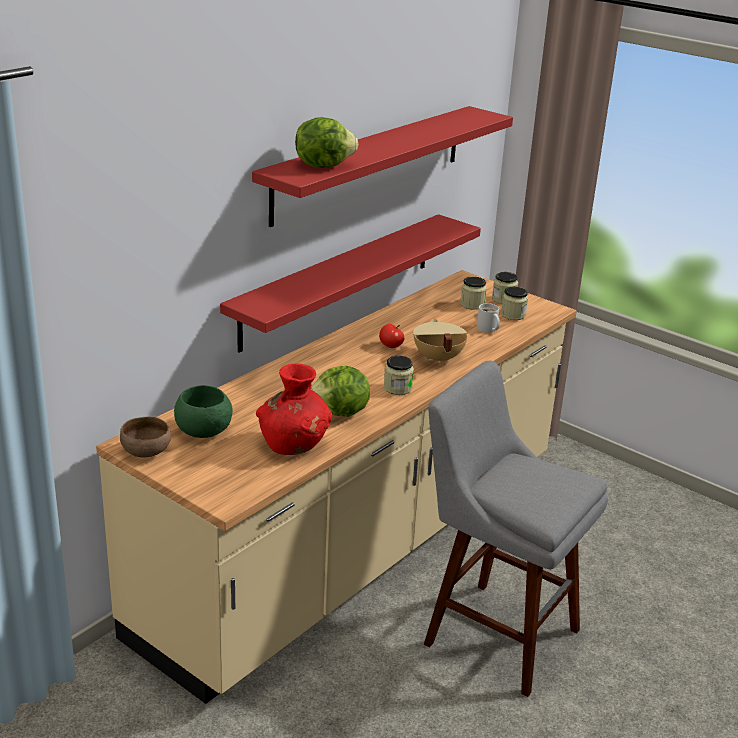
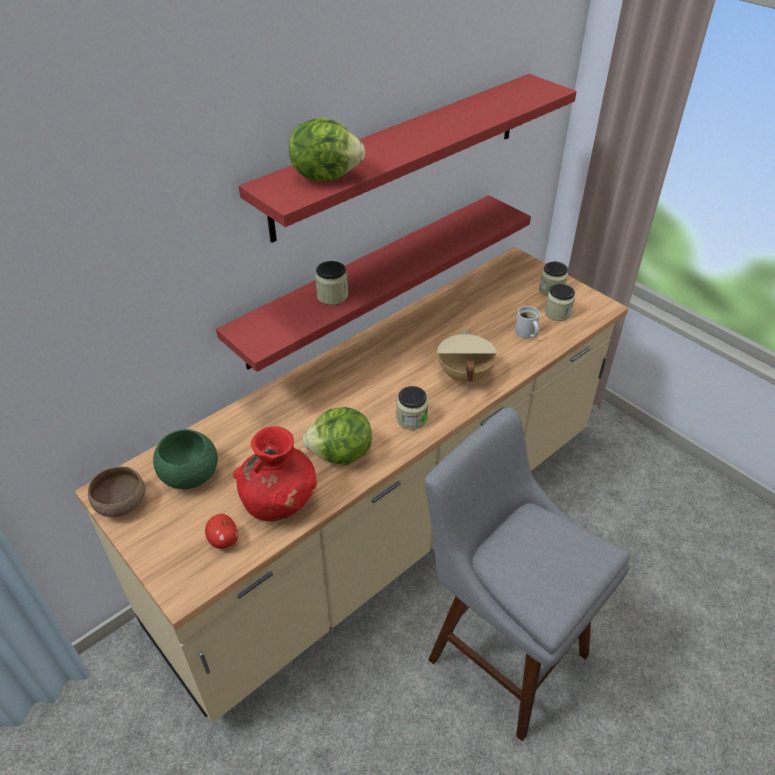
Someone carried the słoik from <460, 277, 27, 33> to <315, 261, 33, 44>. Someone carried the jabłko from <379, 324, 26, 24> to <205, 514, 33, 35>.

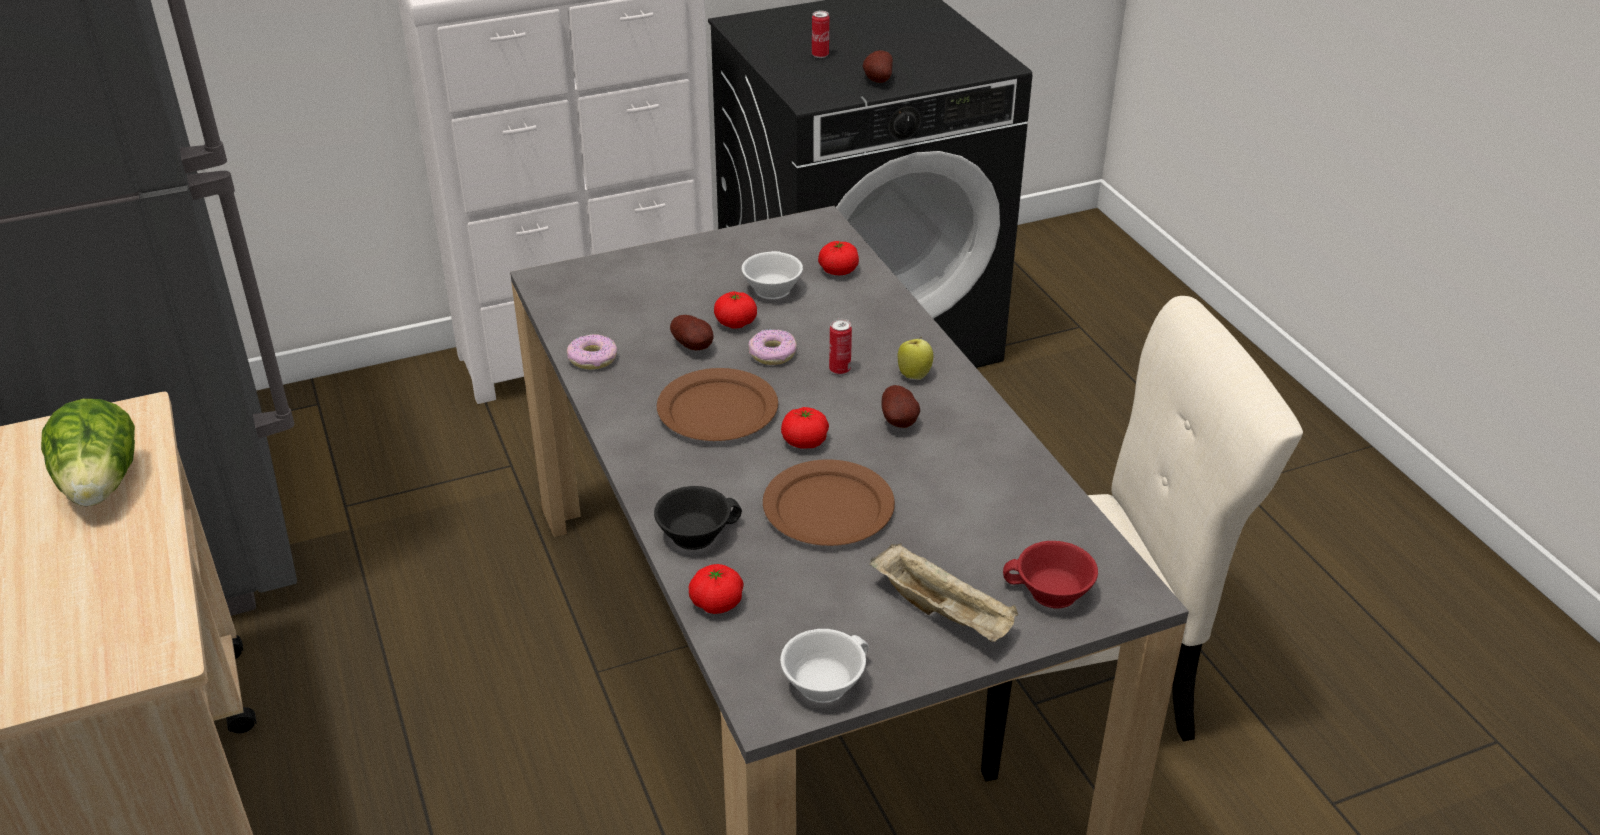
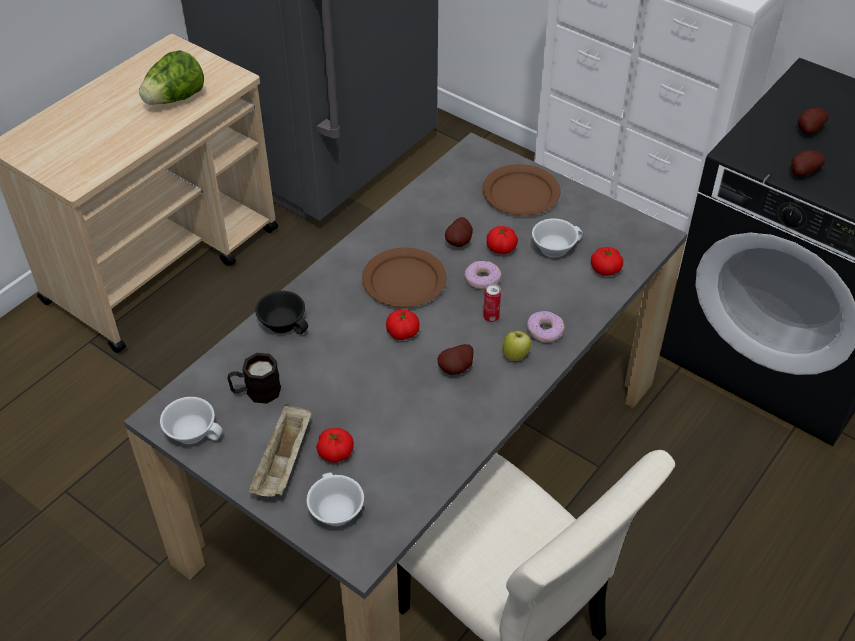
Someone swapped the puszka at <812, 11, 17, 47> for the ziemniak at <798, 107, 31, 28>. Someone carried the donut from <567, 334, 50, 35> to <527, 311, 37, 32>. Someone carried the talerz (brązowy) from <763, 459, 132, 87> to <482, 164, 79, 52>. Someone repainted the filiżanka (czerwony) at <1003, 541, 95, 67>, which became the filiżanka (biały) at <307, 472, 57, 54>. Someone carried the pomidor from <689, 564, 55, 50> to <316, 428, 38, 35>. Someone put down the kubek (czarny) at <227, 353, 54, 51>.

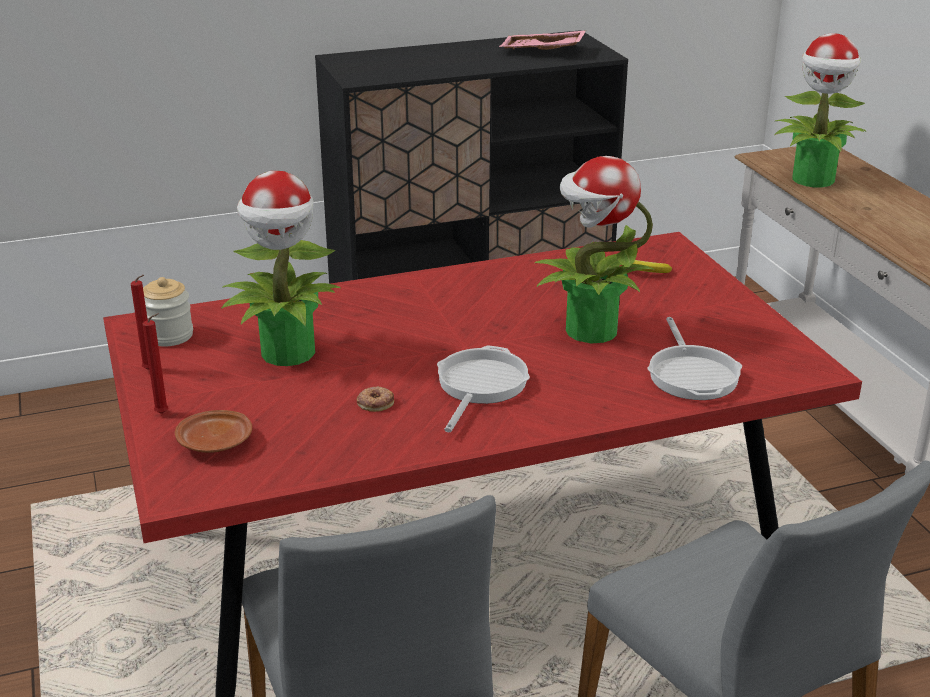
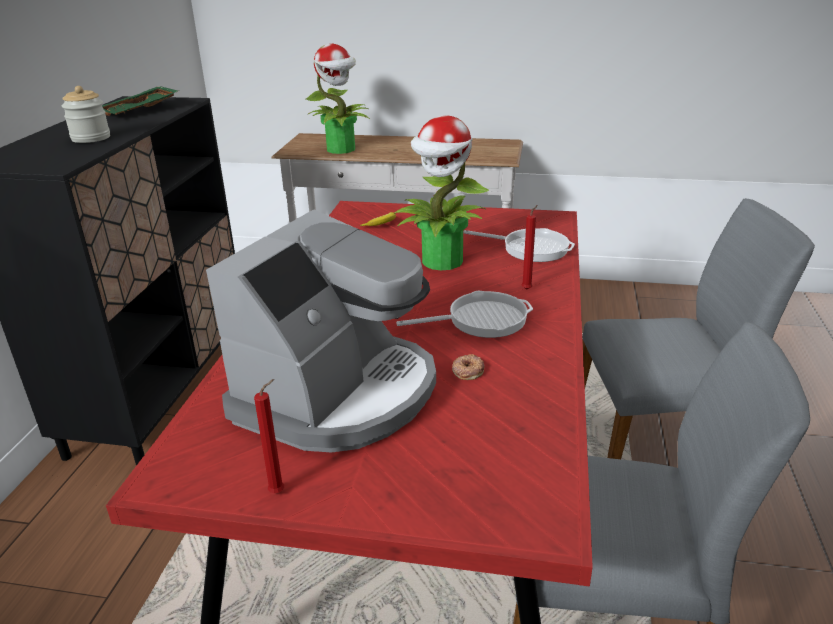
Someone repainted the taca (różowy) at <499, 30, 87, 20>, which became the taca (zielony) at <102, 86, 76, 30>. Someone swapped the roślina doniczkowa at <221, 171, 120, 195> for the ekspres do kawy at <206, 209, 230, 244>. Someone carried the słoik from <143, 277, 50, 70> to <62, 86, 48, 57>. Someone carried the świeca (czerwony) from <143, 313, 26, 101> to <522, 205, 16, 85>. Someone rotated the patelnia at <437, 345, 93, 87> by 120 degrees clockwise. Someone took away the talerz (brązowy) at <175, 410, 77, 43>.

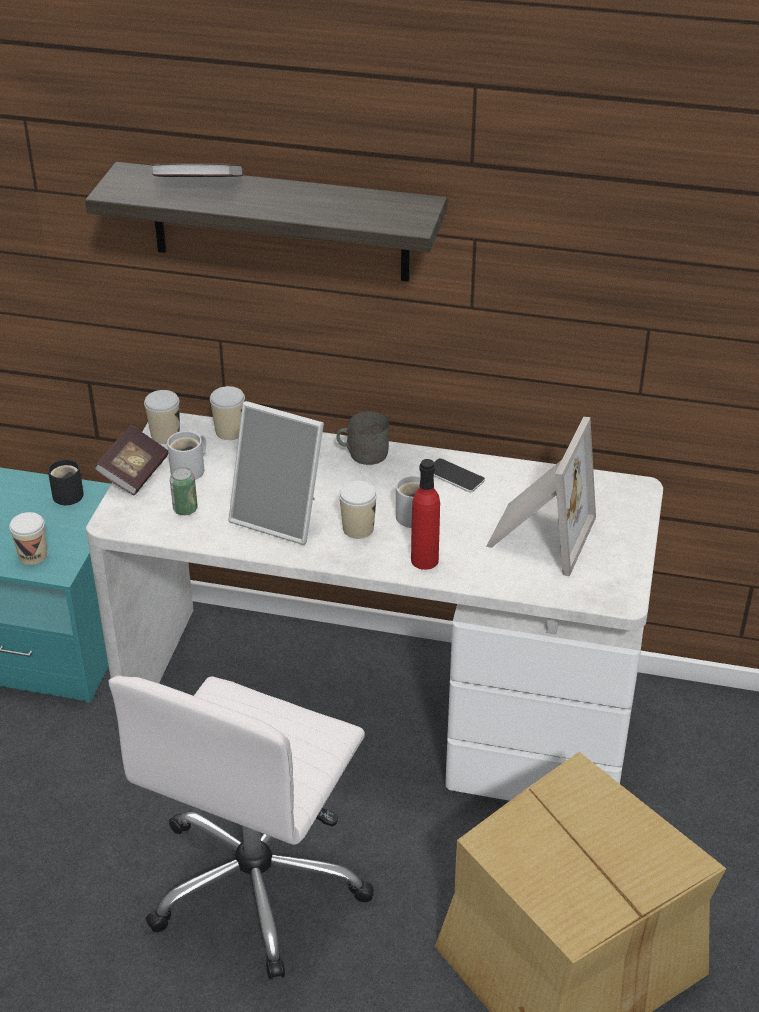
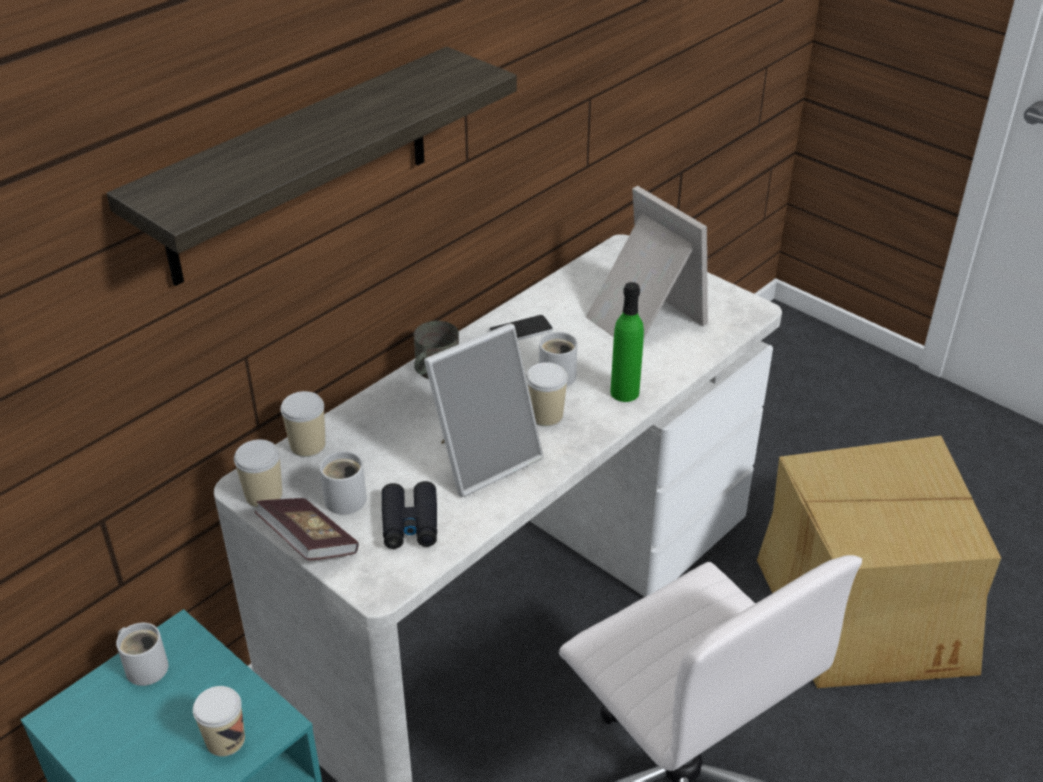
Someone took away the książka at <151, 163, 92, 14>. Someone repainted the kubek (czarny) at <48, 459, 36, 46>, which became the kubek (biały) at <116, 623, 53, 63>. Someone repainted the butelka (czerwony) at <411, 459, 29, 111>, which became the butelka (zielony) at <610, 282, 34, 120>. Someone swapped the puszka at <170, 467, 28, 48> for the lornetka (czarny) at <382, 481, 55, 68>.

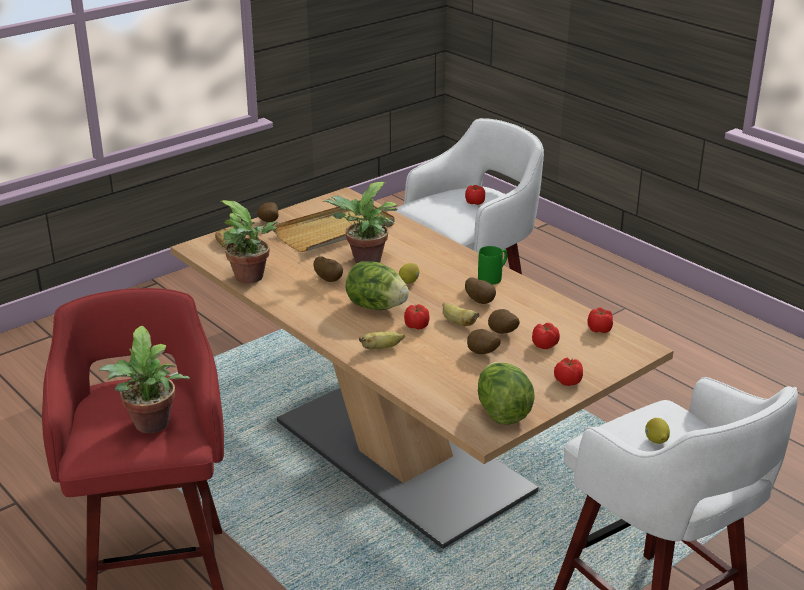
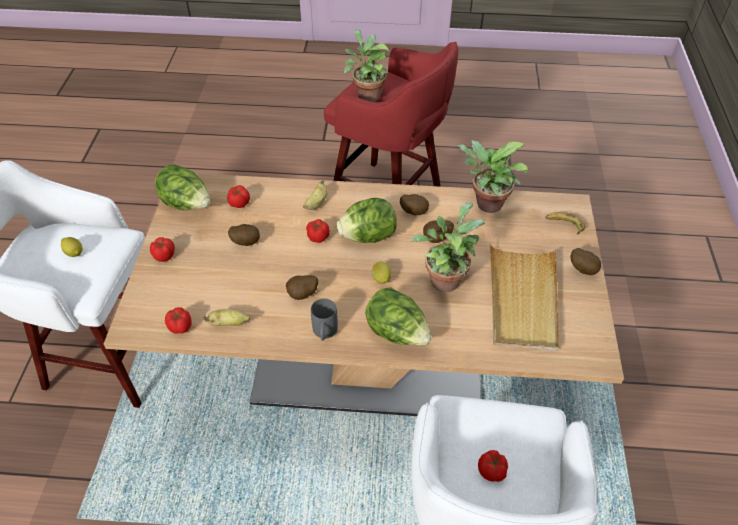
Someone repainted the kubek (zielony) at <478, 246, 29, 39>, which became the kubek (szary) at <311, 298, 27, 43>. Someone carried the banan from <443, 302, 36, 24> to <204, 309, 46, 17>. Someone carried the ziemniak from <488, 309, 32, 25> to <400, 194, 29, 22>. Someone carried the pomidor from <532, 323, 28, 26> to <227, 185, 23, 23>. Someone put down the sałata at <365, 287, 67, 59>.

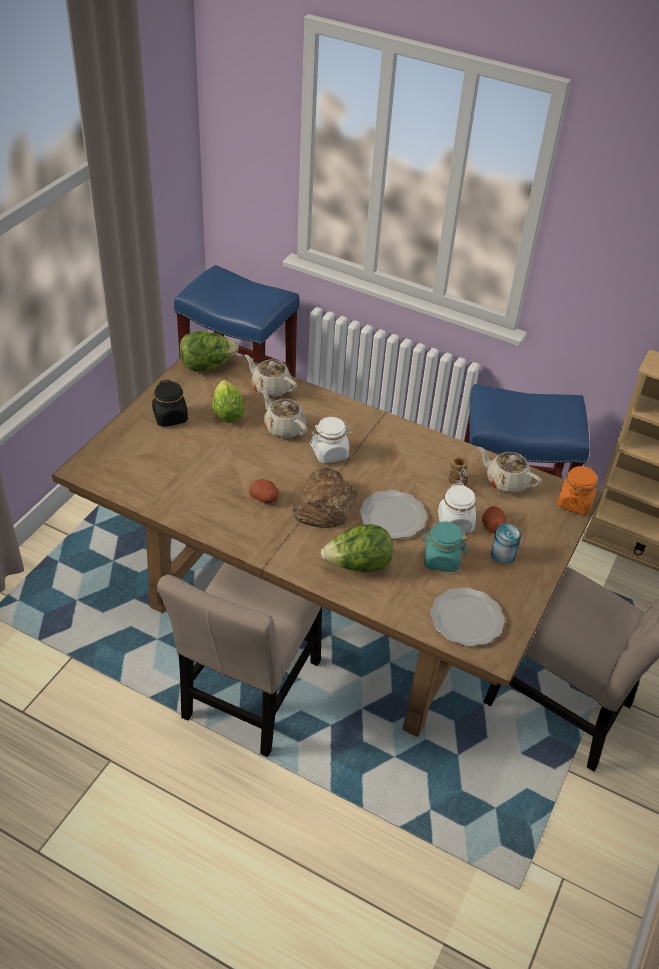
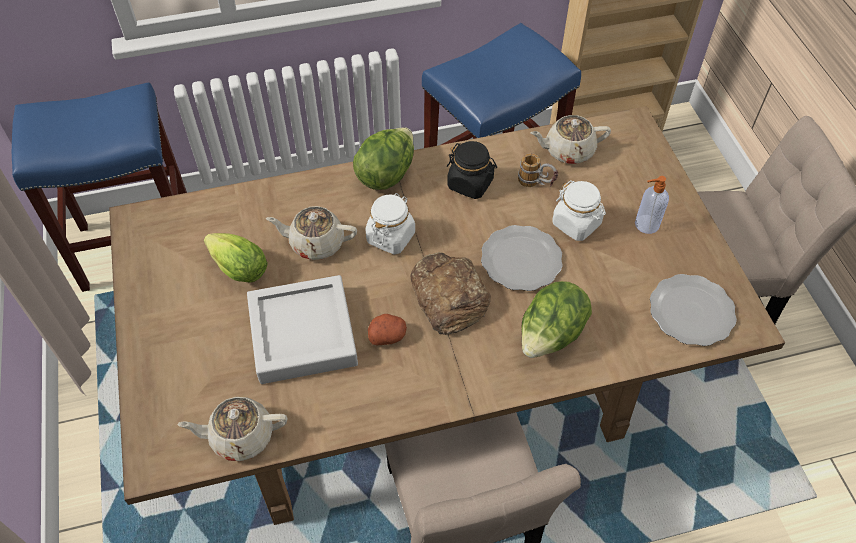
Someone carried the sałata from <180, 331, 59, 41> to <353, 127, 61, 63>. Someone carried the imbryk (beżowy) from <245, 355, 52, 42> to <177, 397, 110, 64>. Someone carried the słoik (czarny) from <152, 380, 36, 47> to <447, 141, 50, 58>. Someone took away the słoik (pomarańczowy) at <557, 465, 40, 50>. Someone took away the ziemniak at <482, 506, 25, 27>. Someone took away the słoik (turkusowy) at <422, 522, 46, 50>. Someone swapped the puszka at <491, 524, 30, 40> for the dozownik mydła at <635, 176, 34, 58>. Someone put down the taca (szary) at <247, 275, 111, 109>.

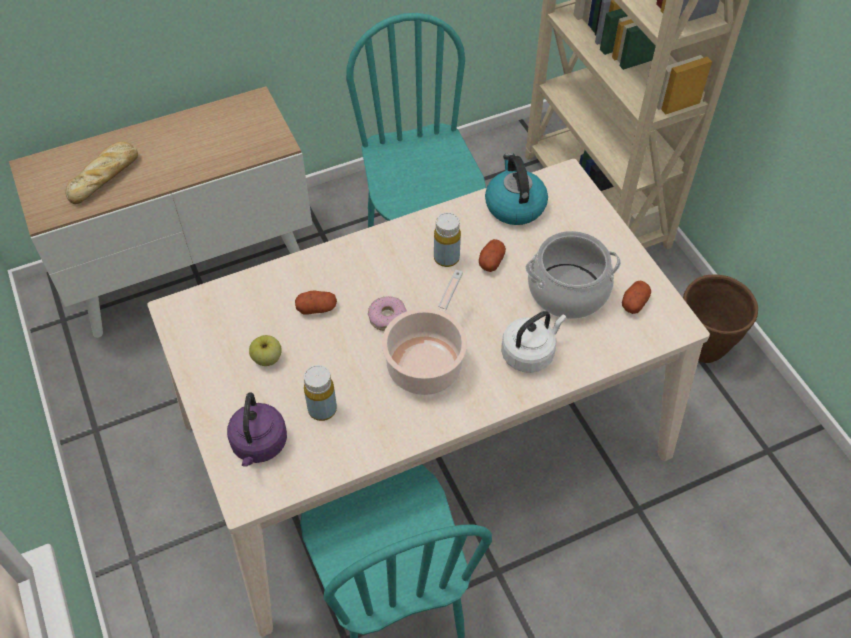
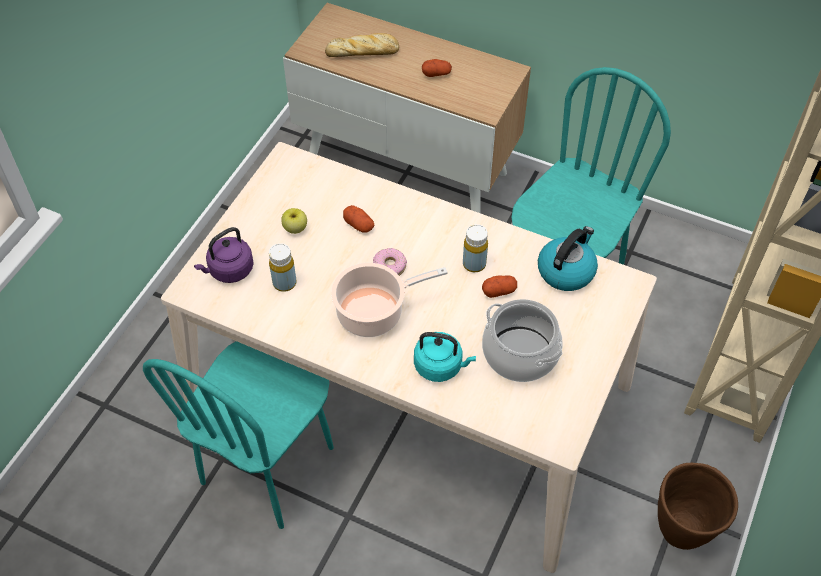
Someone carried the ziemniak from <622, 280, 29, 34> to <422, 59, 30, 18>. Someone repainted the czajnik (biały) at <501, 311, 65, 62>, which became the czajnik (turkusowy) at <414, 332, 62, 50>.

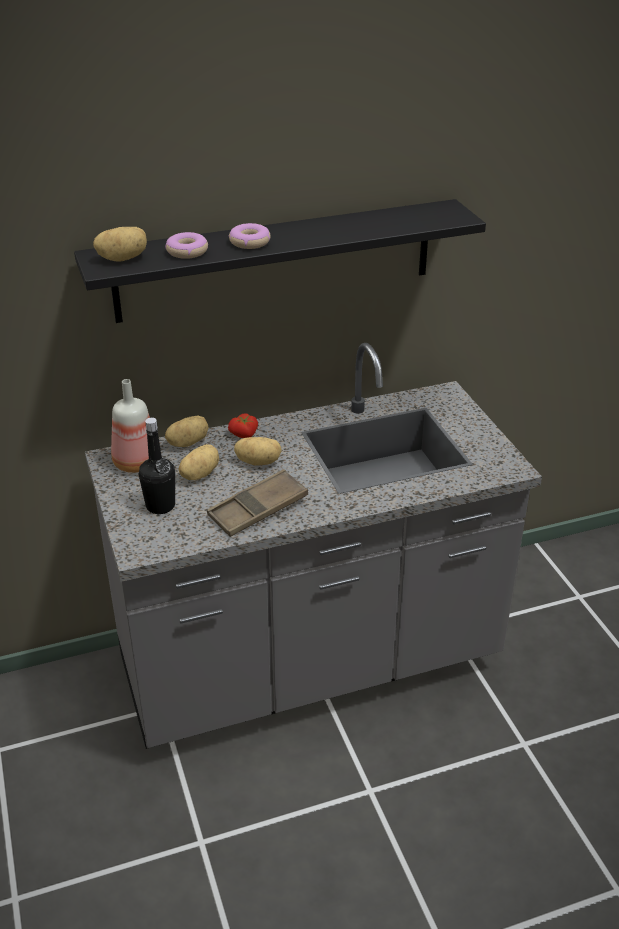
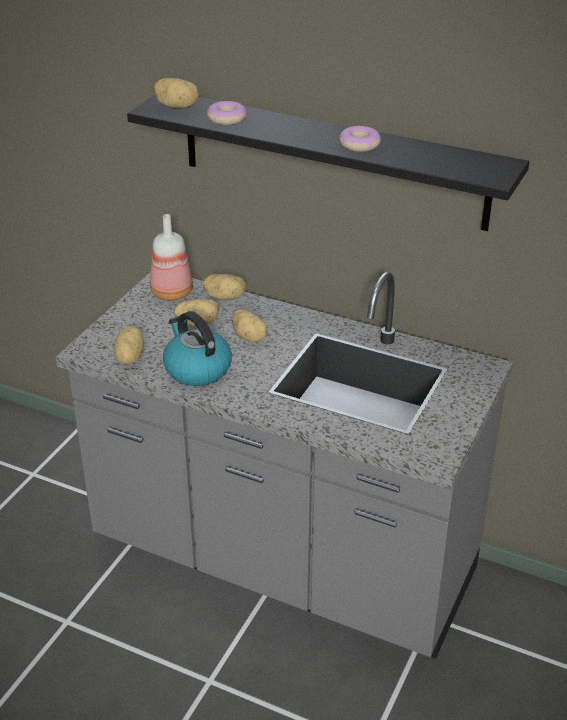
Someone carried the donut from <229, 223, 42, 26> to <339, 126, 42, 26>. Someone took away the pomidor at <228, 413, 30, 25>. Someone took away the butelka (czarny) at <139, 418, 36, 96>. Someone swapped the taca (brązowy) at <207, 469, 101, 68> for the czajnik at <163, 311, 69, 75>. Someone put down the ziemniak at <114, 326, 30, 38>.

